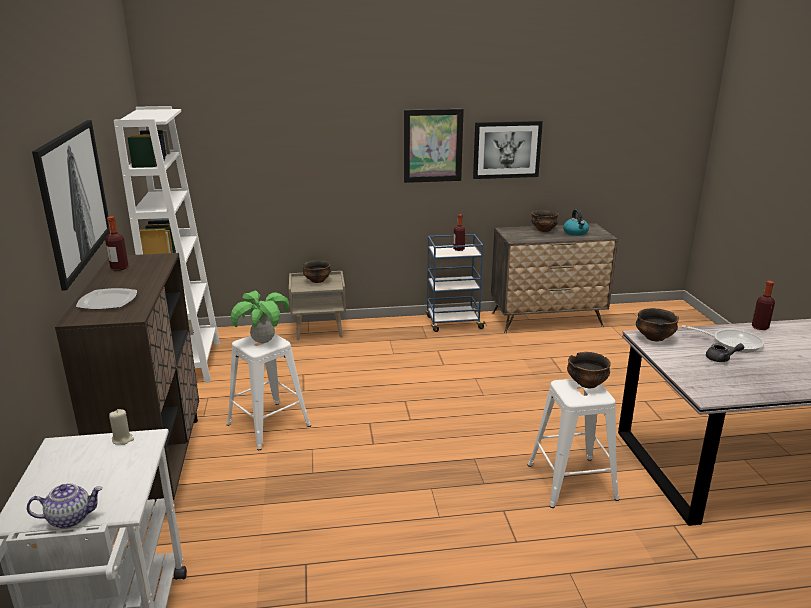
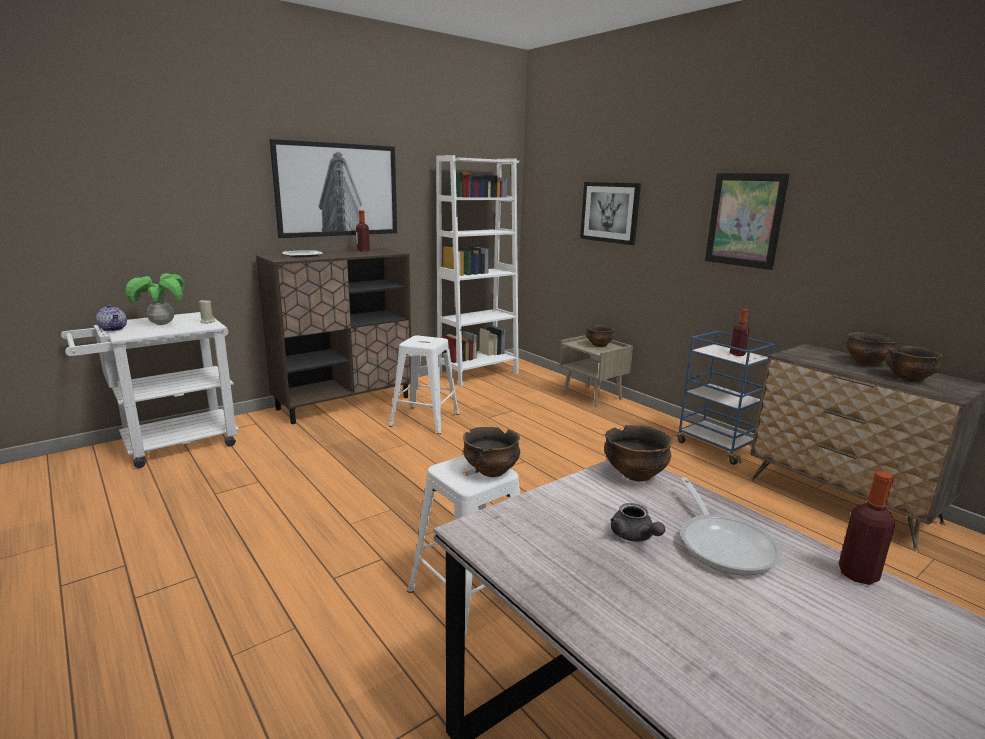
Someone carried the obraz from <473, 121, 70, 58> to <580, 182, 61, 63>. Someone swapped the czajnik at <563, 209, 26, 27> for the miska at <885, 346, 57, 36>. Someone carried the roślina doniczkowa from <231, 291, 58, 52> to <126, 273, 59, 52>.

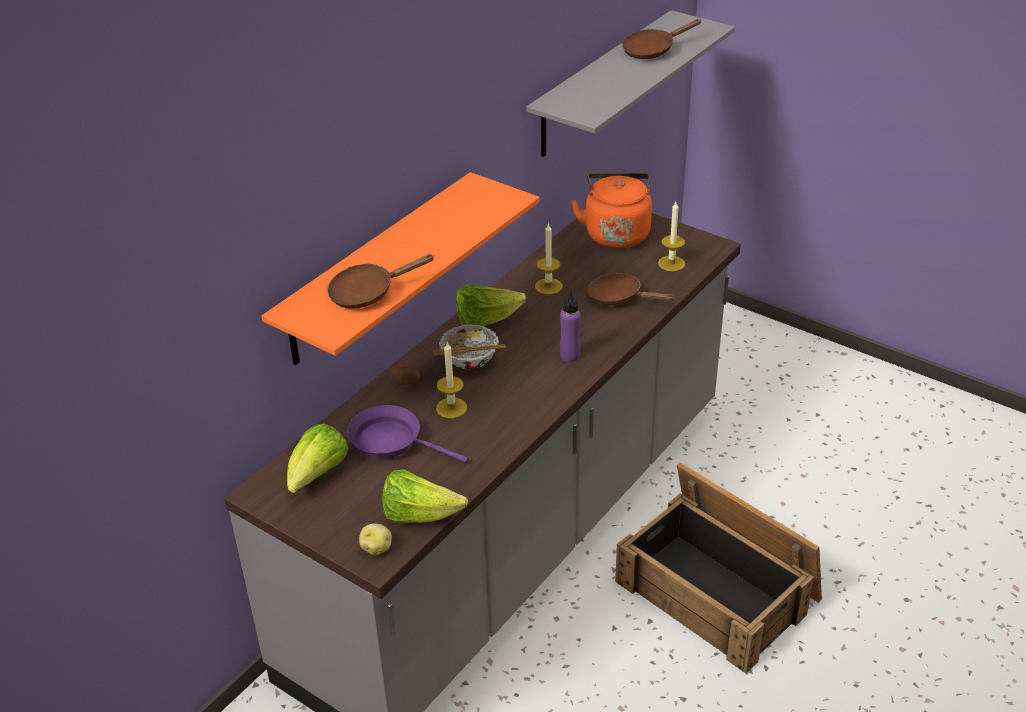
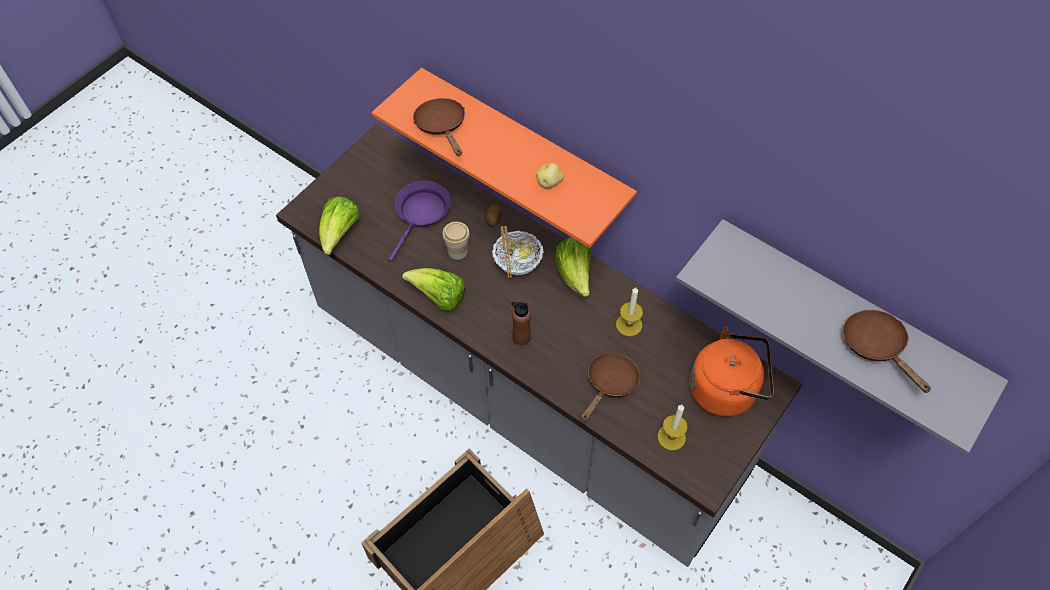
Someone repainted the butelka (fioletowy) at <560, 292, 21, 70>, which became the butelka (brązowy) at <511, 302, 20, 44>. Someone swapped the świeca at <436, 341, 31, 77> for the filiżanka at <442, 222, 28, 38>. Someone carried the sałata from <287, 423, 62, 70> to <402, 268, 64, 43>. Someone carried the ziemniak from <359, 523, 33, 32> to <536, 163, 28, 26>.

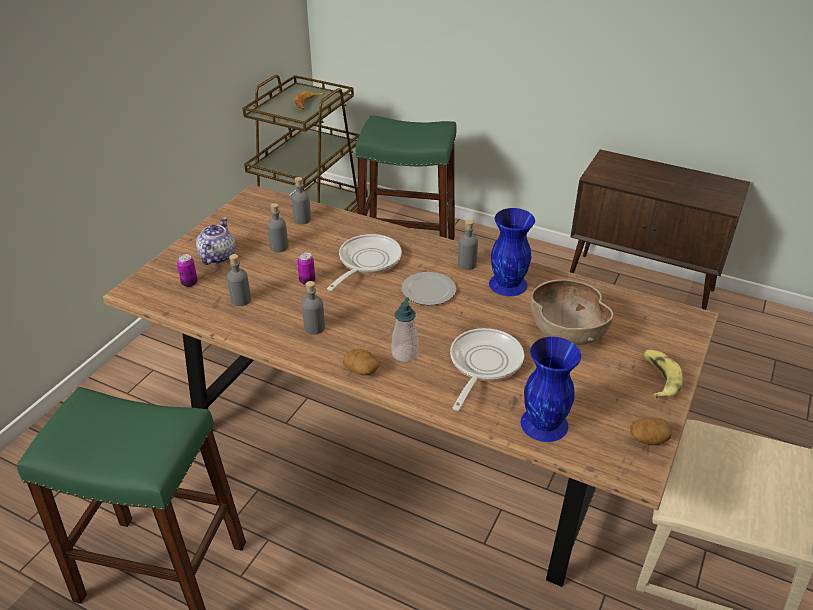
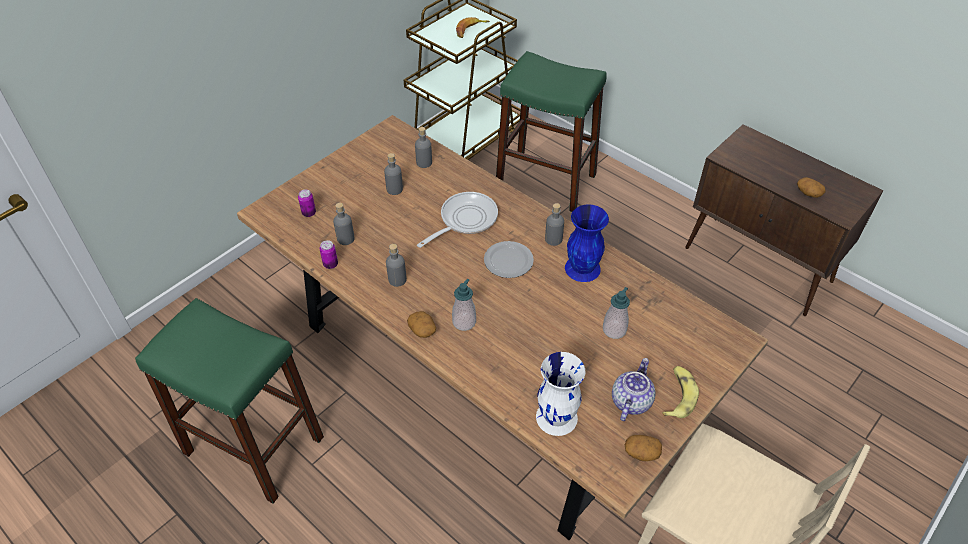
Someone carried the imbryk from <196, 217, 40, 48> to <612, 358, 44, 63>. Someone carried the puszka from <297, 252, 18, 33> to <320, 240, 18, 29>. Someone swapped the miska (brązowy) at <530, 279, 84, 66> for the dozownik mydła at <603, 287, 27, 52>. Someone took away the patelnia at <450, 328, 74, 83>. Someone repainted the wazon (niebieski) at <520, 337, 61, 105>, which became the wazon (biały) at <536, 352, 49, 84>. Someone put down the ziemniak at <797, 177, 29, 21>.

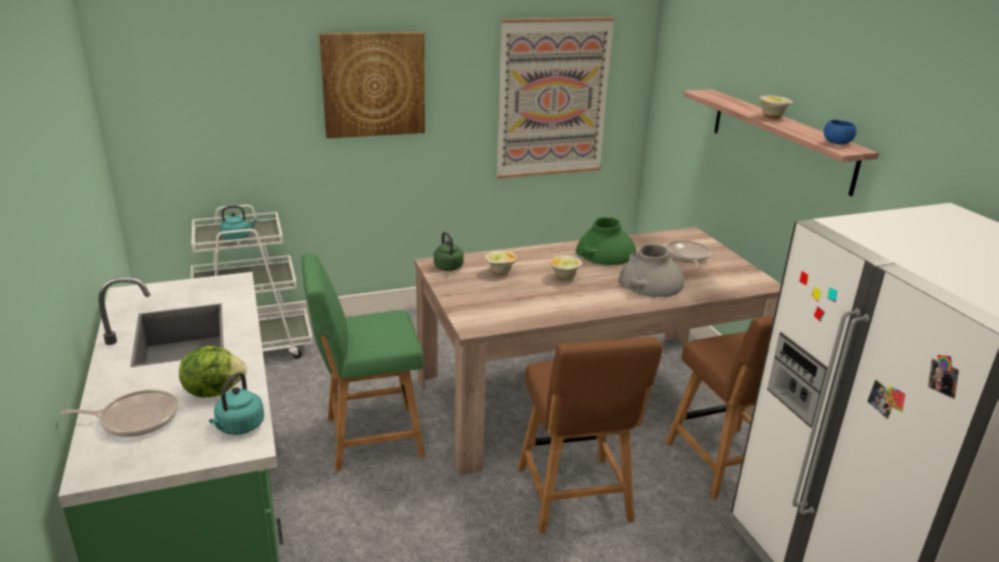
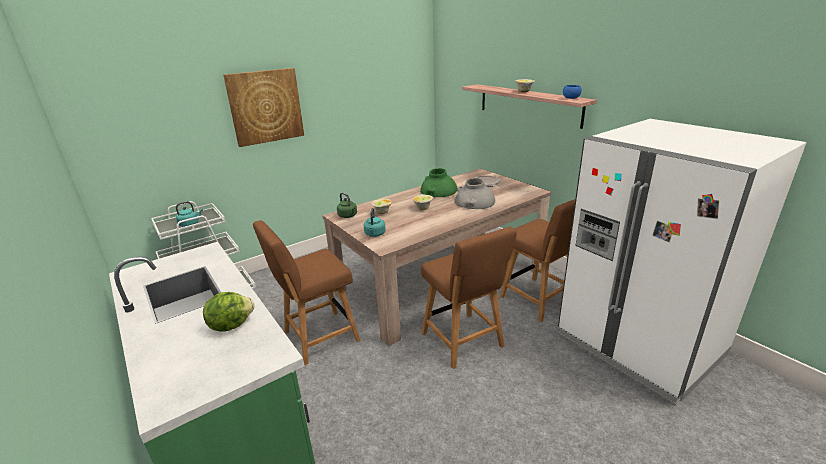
Someone took away the obraz at <496, 17, 118, 162>. Someone repainted the krzesło (zielony) at <301, 253, 124, 218>, which became the krzesło (brązowy) at <253, 220, 108, 145>. Someone carried the czajnik (turkusowy) from <209, 372, 55, 63> to <364, 208, 22, 29>. Someone took away the patelnia at <61, 390, 117, 47>.

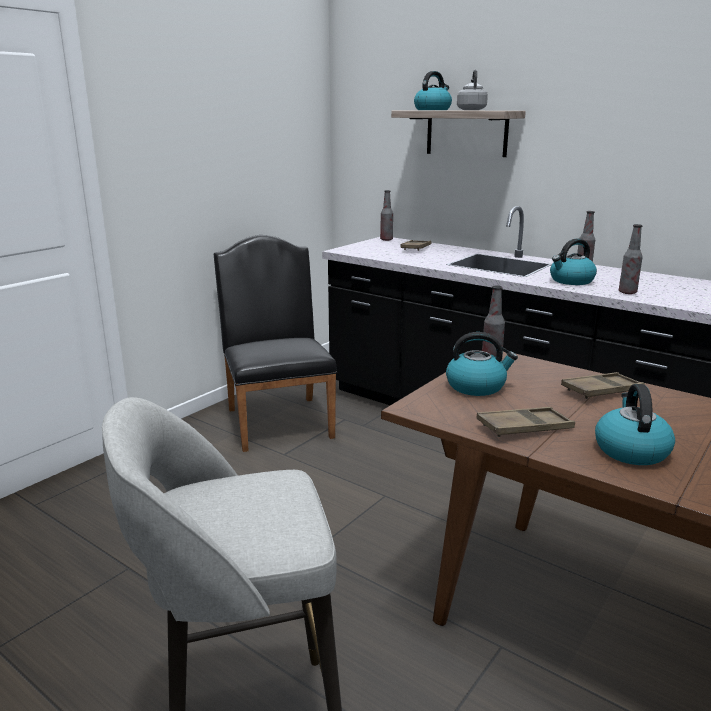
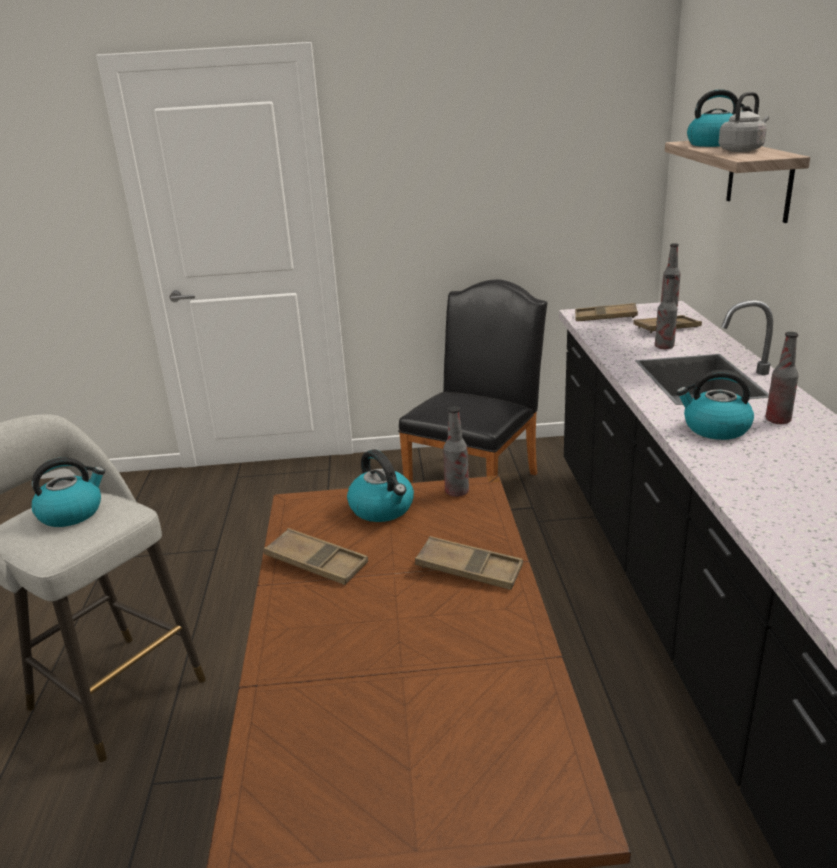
Someone carried the butelka from <619, 224, 24, 70> to <655, 274, 22, 75>. Someone carried the czajnik from <595, 384, 80, 81> to <32, 457, 73, 70>. Someone put down the taca (brązowy) at <575, 303, 63, 18>.

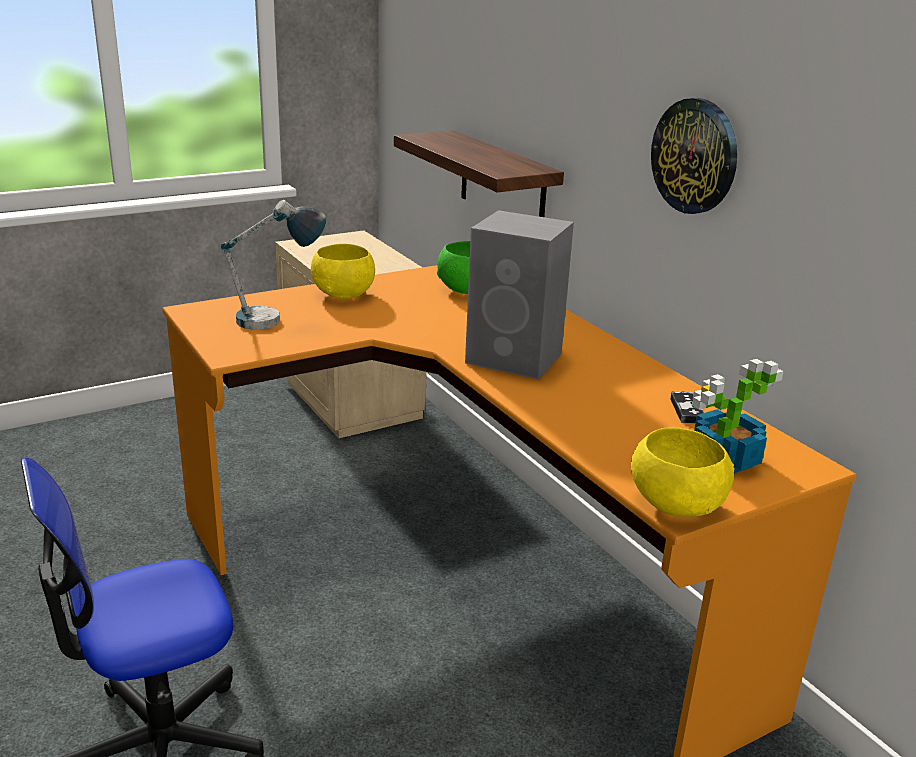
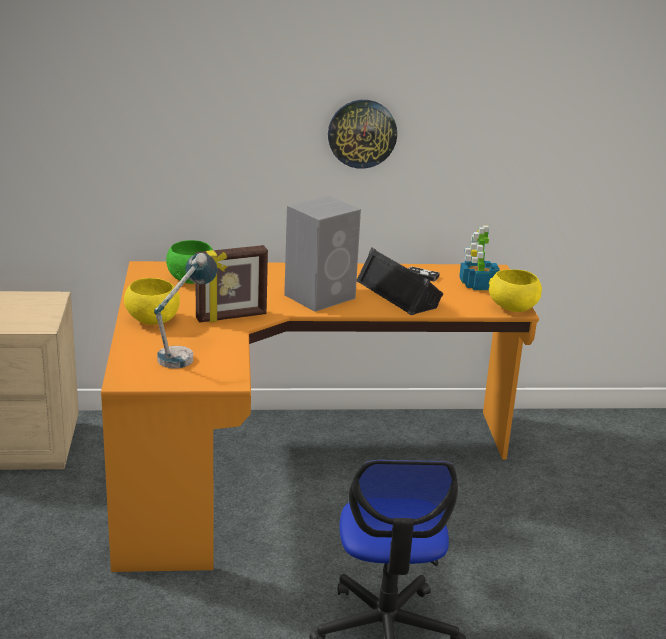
Someone took away the półka at <394, 130, 170, 87>. Someone put down the ramka na zdjęcie at <195, 245, 73, 78>. Someone put down the głośnik (czarny) at <357, 247, 86, 68>.

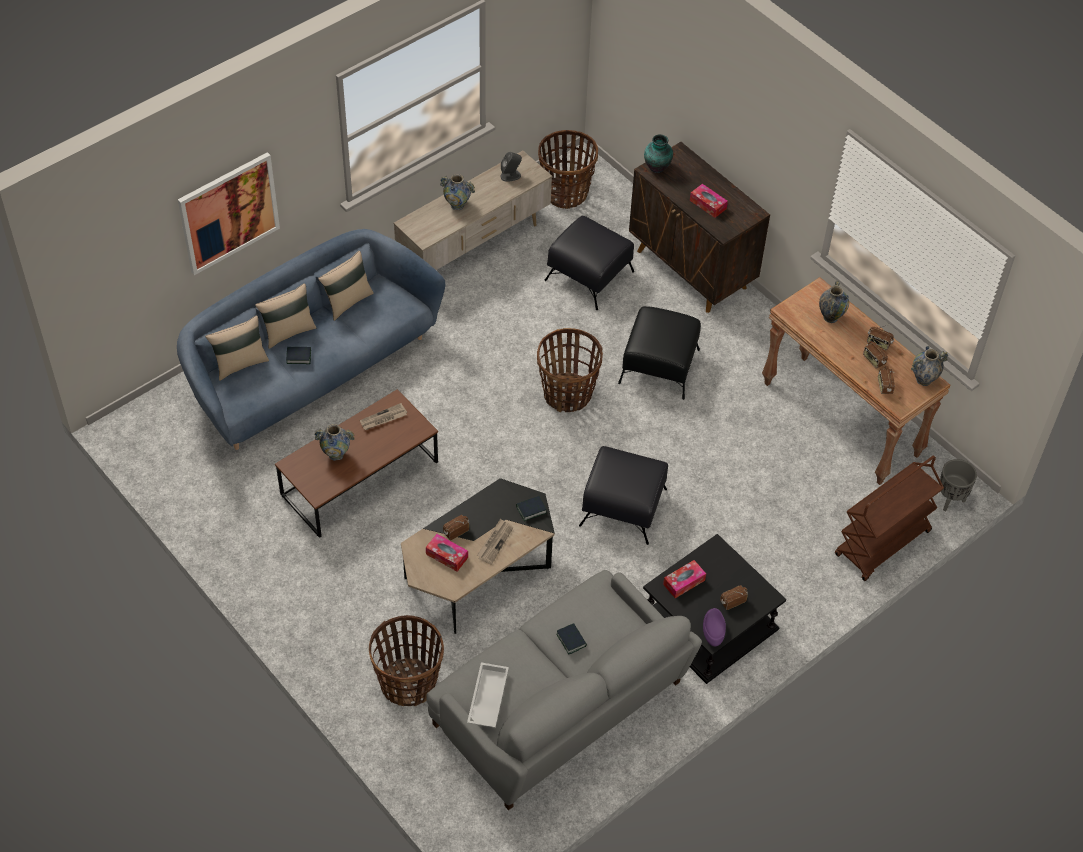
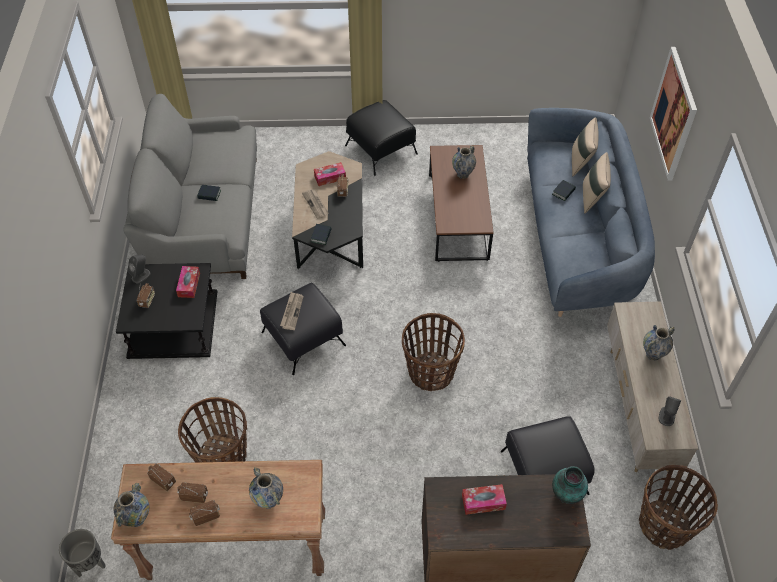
Someone took away the poduszka (beżowy) at <318, 251, 56, 70>. Someone carried the pufa (czarny) from <618, 306, 83, 94> to <345, 100, 73, 76>. Someone carried the gazeta from <360, 403, 47, 27> to <280, 292, 24, 38>. Someone took away the wózek (brązowy) at <835, 456, 109, 125>. Someone swapped the miska (fioletowy) at <703, 608, 23, 38> for the głośnik (szary) at <128, 255, 22, 28>. Someone carried the koszyk from <369, 615, 75, 91> to <178, 397, 69, 66>. Someone took away the taca (biały) at <467, 662, 42, 66>.

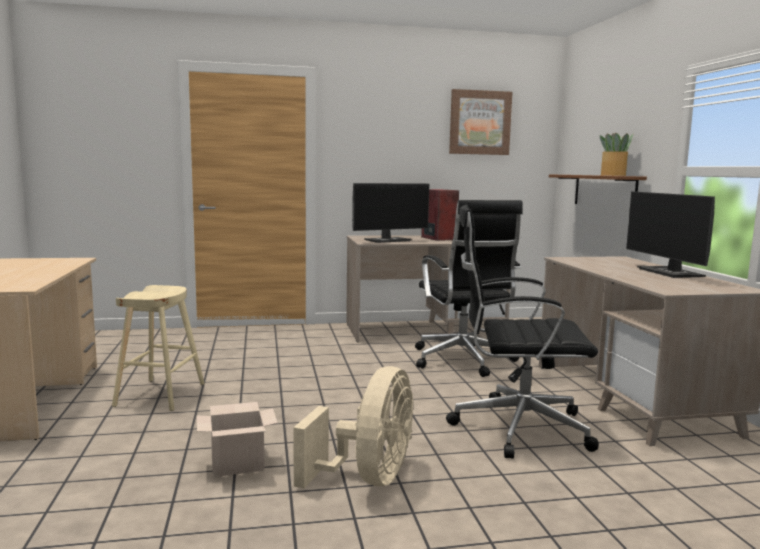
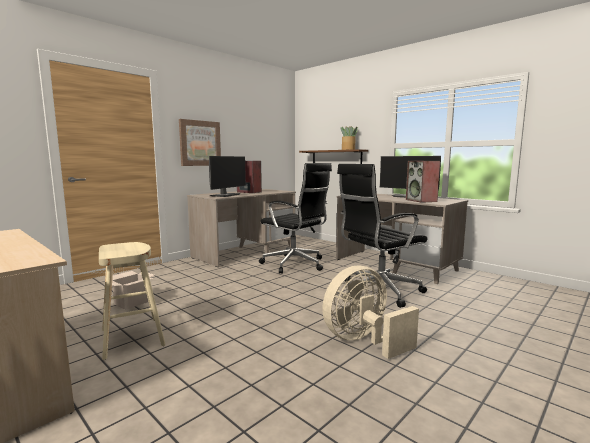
Someone carried the obraz from <449, 89, 63, 66> to <179, 119, 42, 47>. Someone rotated the wentylator (beżowy) at <293, 366, 120, 122> by 105 degrees counterclockwise. Someone carried the karton from <197, 402, 81, 75> to <112, 271, 42, 39>. Someone put down the głośnik at <406, 161, 34, 42>.

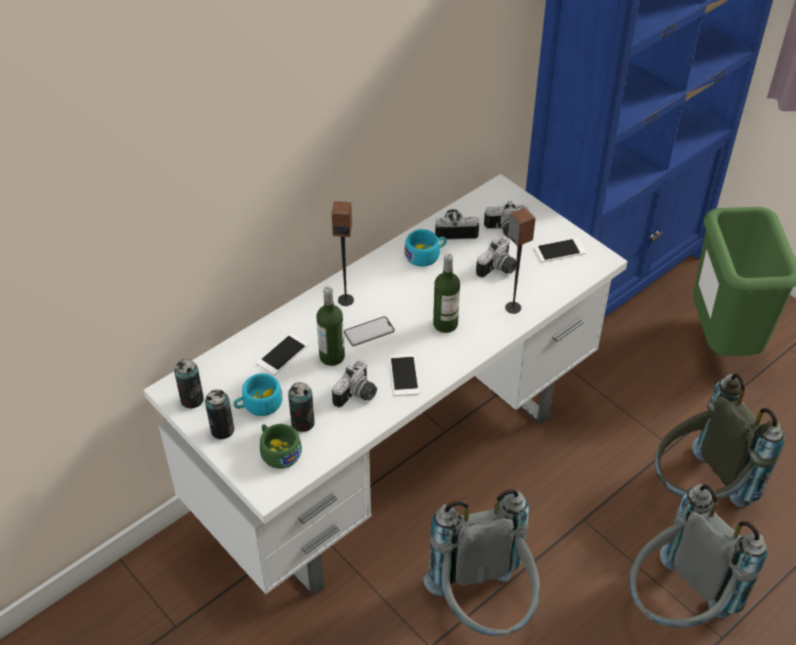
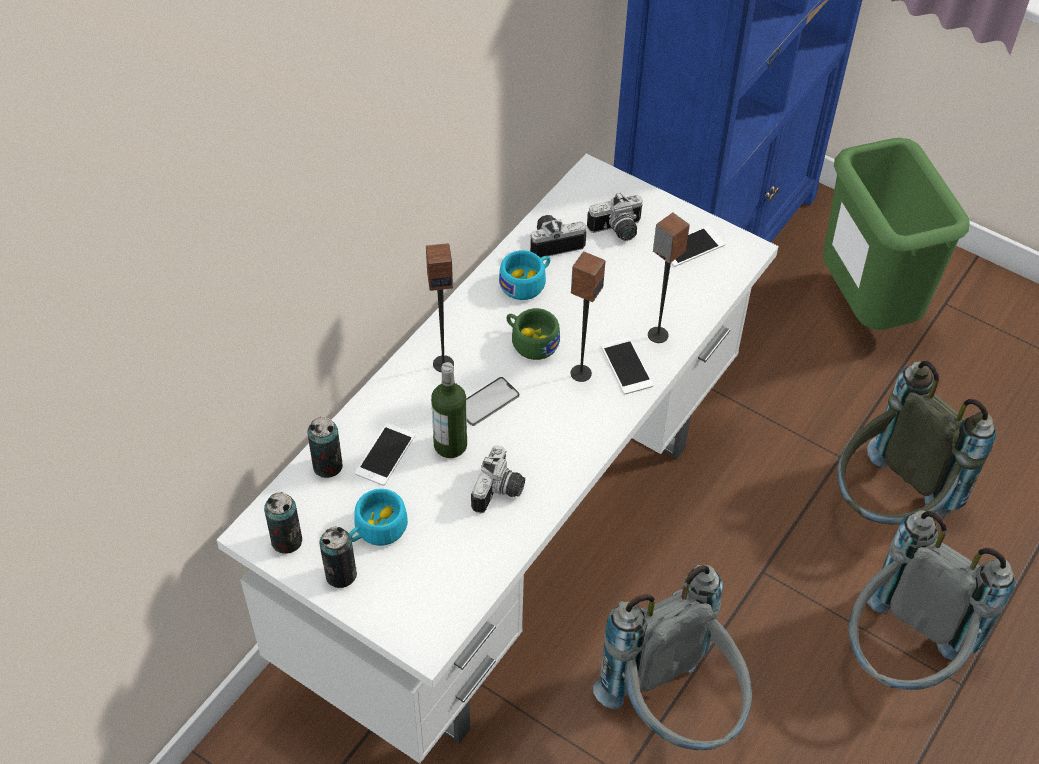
Someone took away the aparat fotograficzny at <476, 237, 40, 41>. Someone swapped the butelka at <433, 254, 27, 79> for the głośnik at <571, 252, 34, 130>. Someone carried the telefon from <389, 354, 31, 42> to <601, 337, 53, 57>. Someone carried the puszka from <288, 382, 27, 50> to <307, 417, 36, 61>. Someone carried the filiżanka (zielony) from <260, 424, 42, 45> to <506, 308, 54, 52>.

